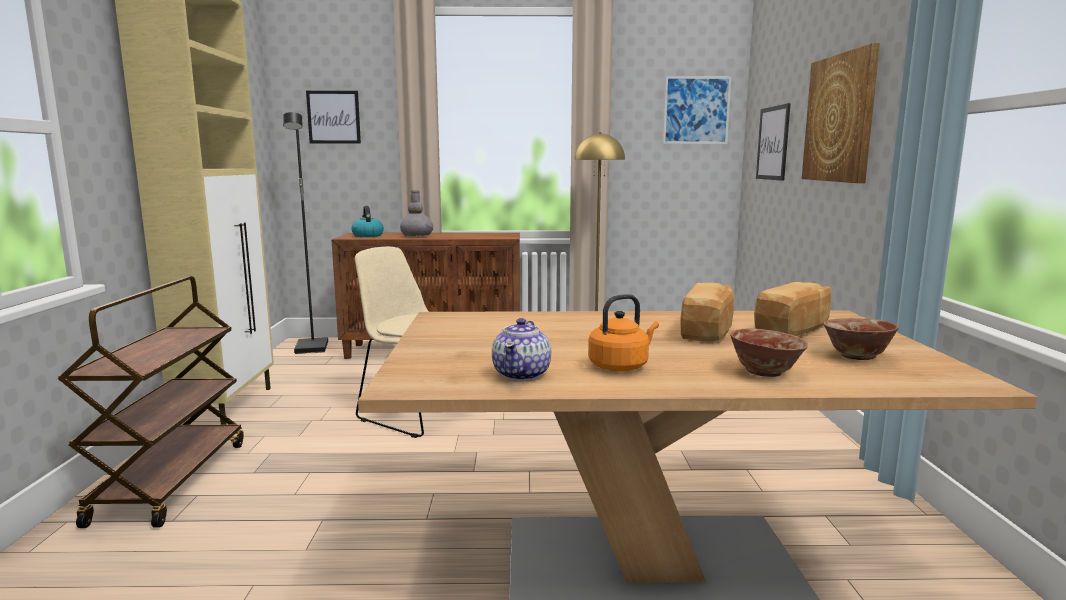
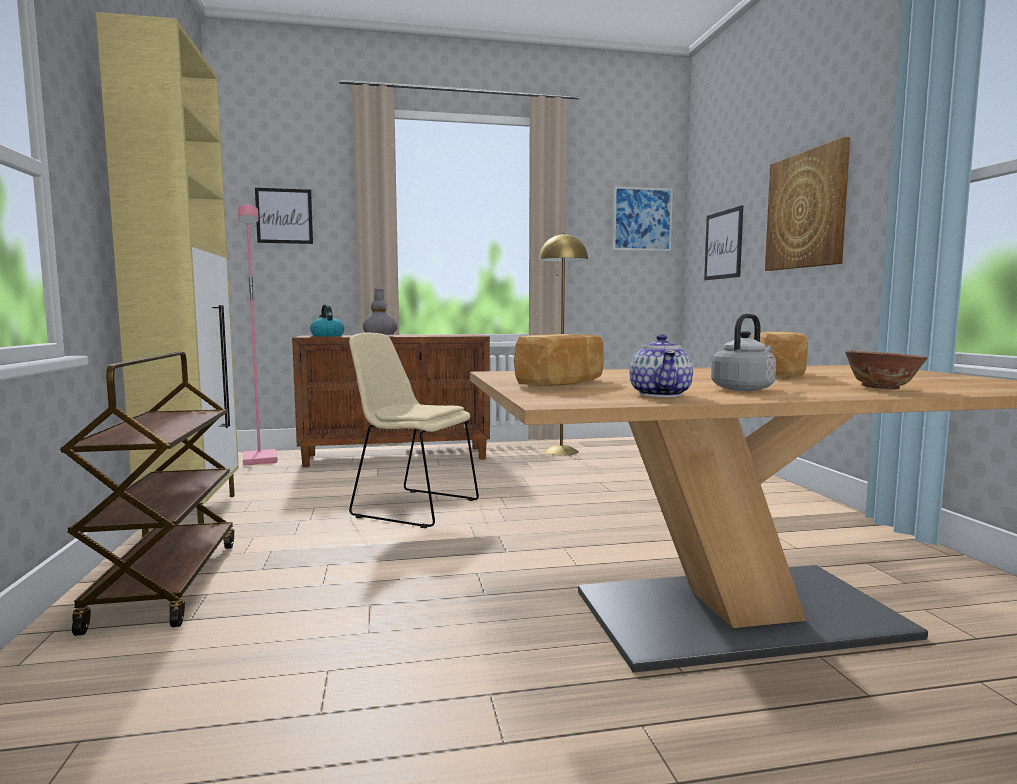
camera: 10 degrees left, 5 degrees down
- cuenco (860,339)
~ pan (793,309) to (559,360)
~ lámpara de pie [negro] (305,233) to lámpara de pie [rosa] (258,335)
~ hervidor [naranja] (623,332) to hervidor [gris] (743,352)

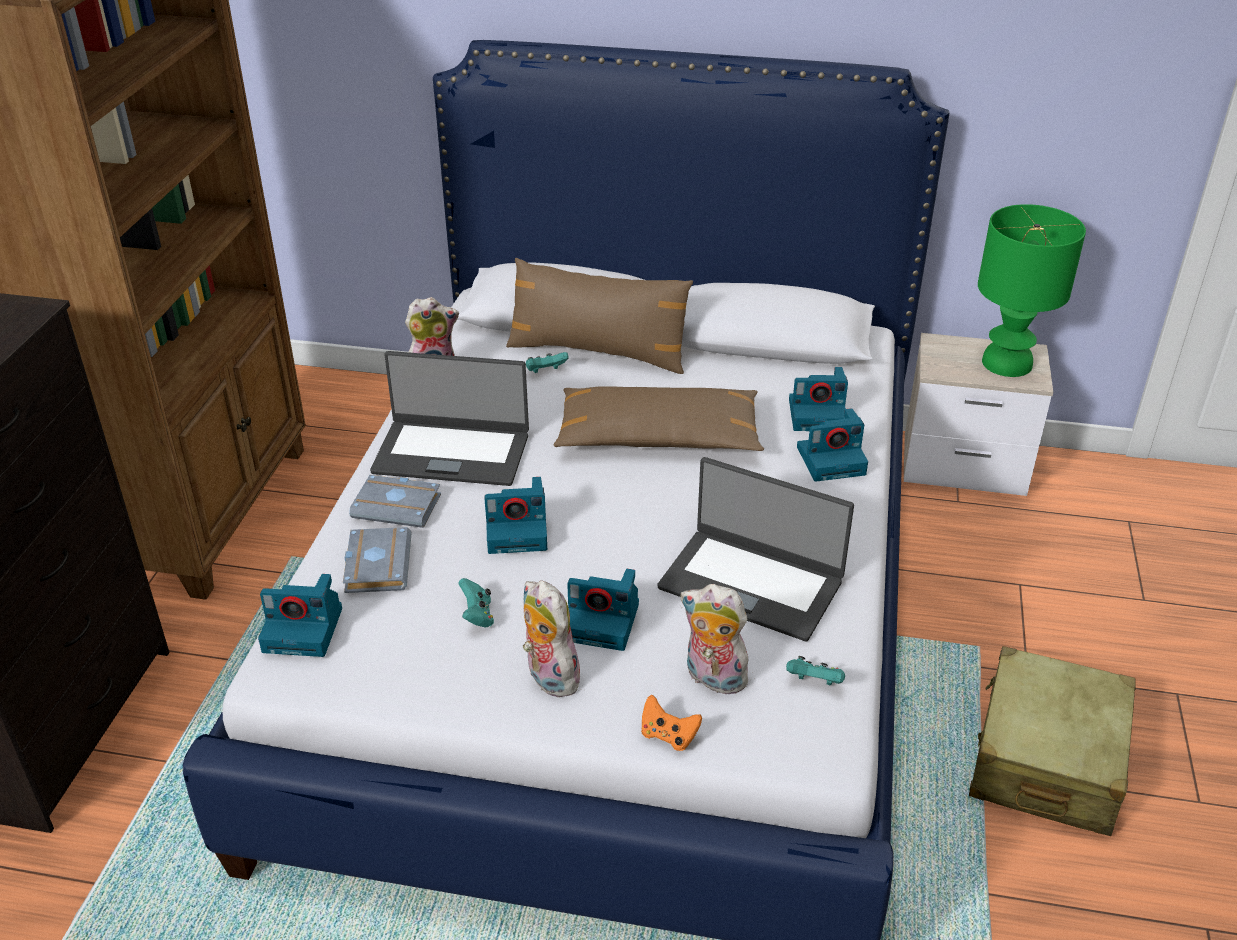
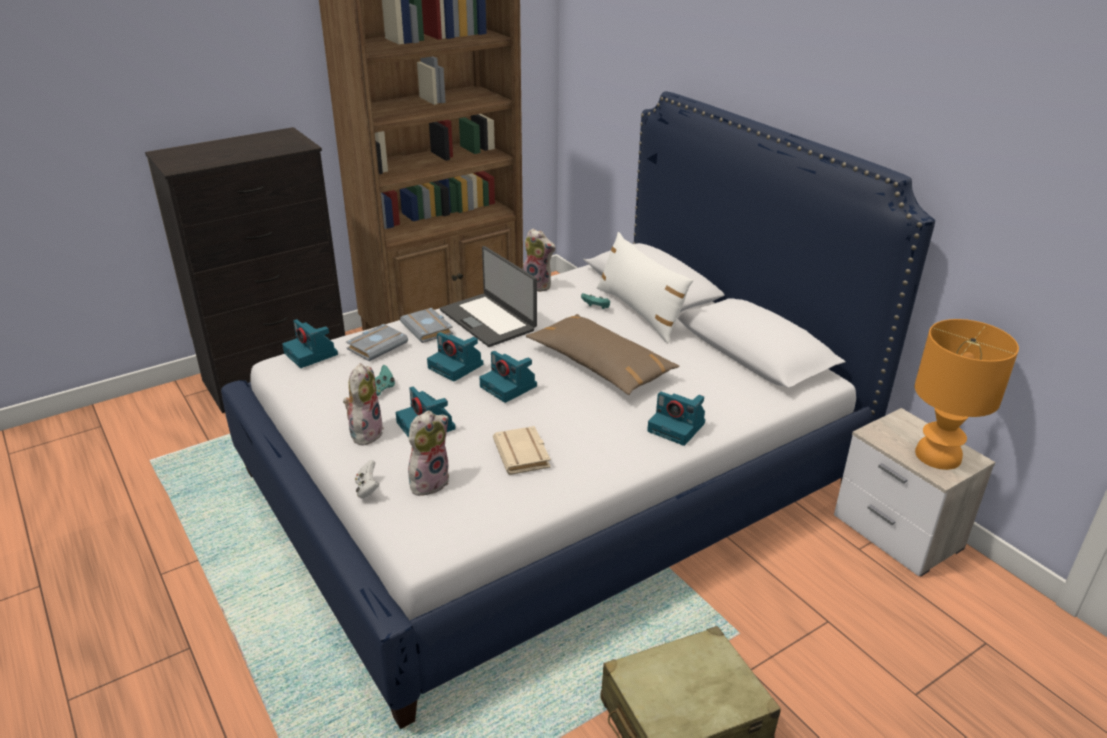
camera: 45 degrees right, 5 degrees down
- mando de consola [turquesa] (815,671)
~ cámara (818,399) to (508,377)
~ portátil (756,549) to libro [beis] (522,450)
~ cojín [marrón] (599,316) to cojín [blanco] (644,288)
~ mando de consola [naranja] (671,723) to mando de consola [blanco] (367,479)
~ lámpara de mesa [verde] (1032,290) to lámpara de mesa [naranja] (967,394)
~ peluche (716,639) = (428,454) 60 degrees clockwise

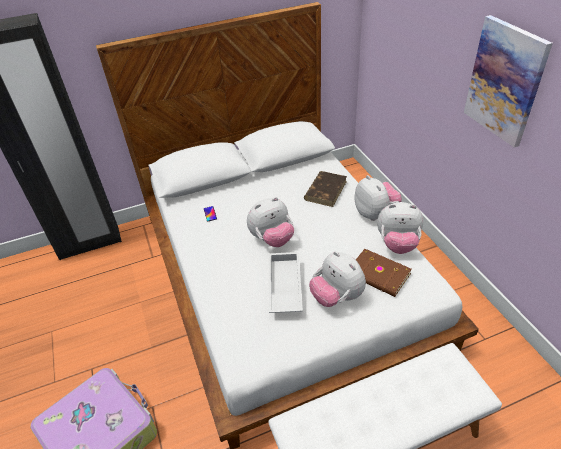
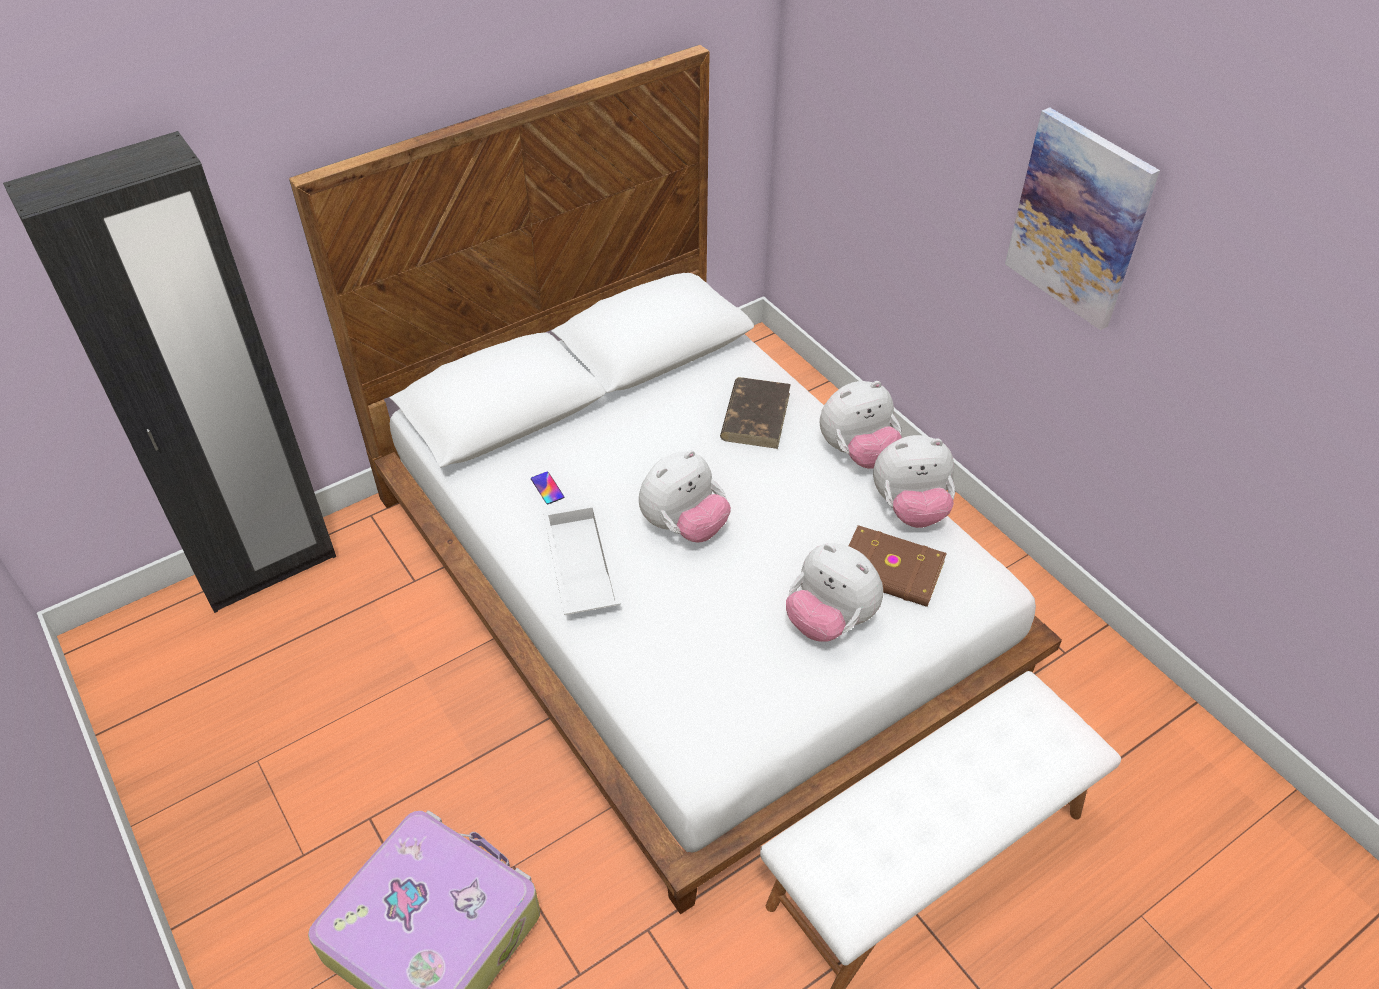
camera: 15 degrees left, 5 degrees up
~ bandeja [blanco] (286,282) to (582,559)
~ peluche (378,198) = (860,425) 105 degrees clockwise

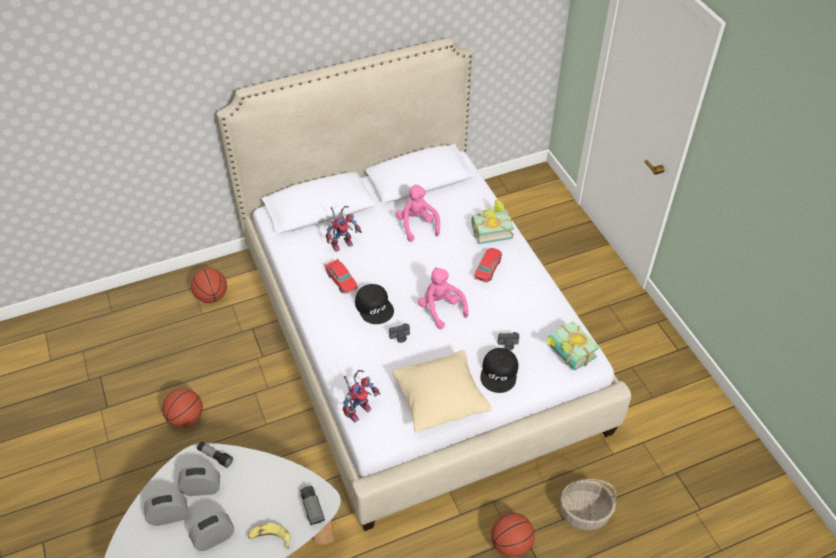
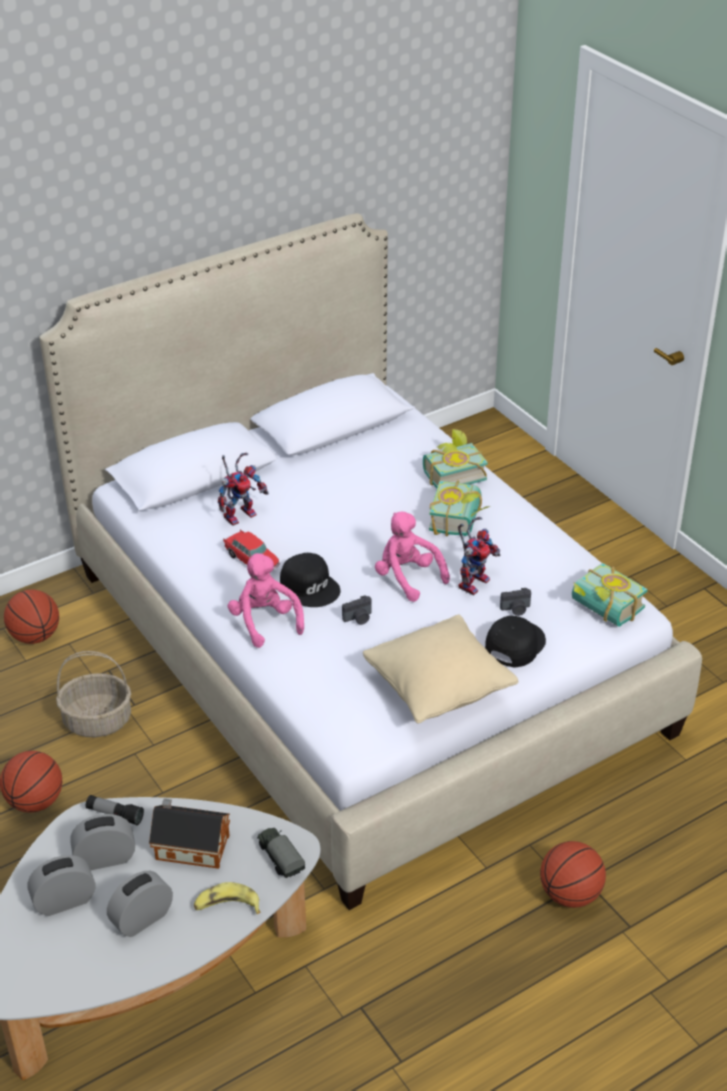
camera: 10 degrees left, 10 degrees down
+ casita (189,834)
~ robot de juguete (361,396) to (479,556)
~ peluche [rosa] (418,213) to (265,600)
~ cesta (588,504) to (93,694)
~ coche de juguete (488,265) to libro (459,509)
~ gorra [negro] (499,370) = (515,641) 150 degrees counterclockwise

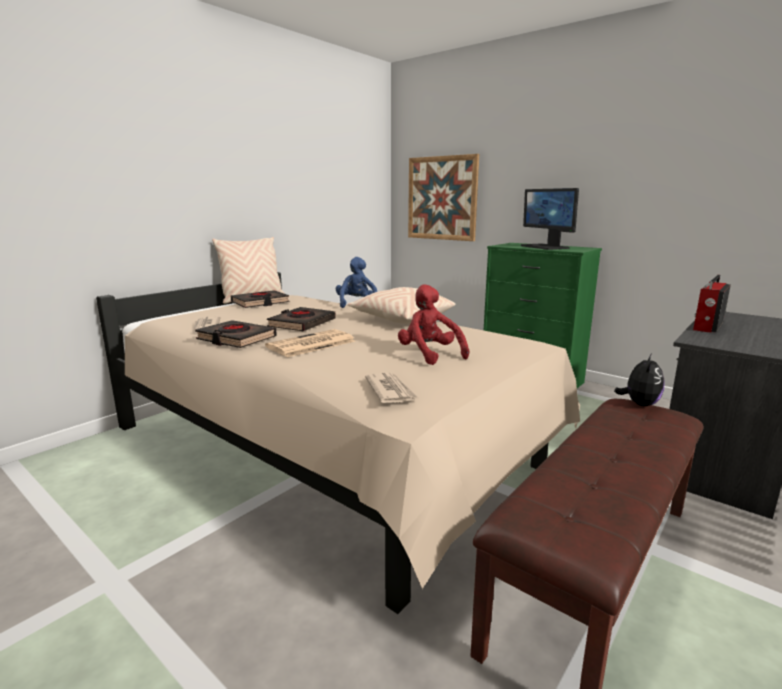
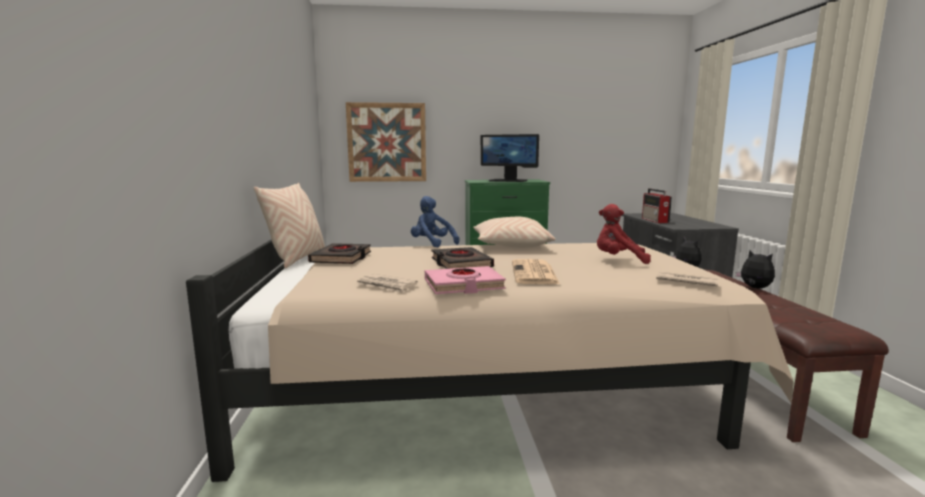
camera: 45 degrees left, 5 degrees down
+ peluche (755,269)
~ libro [negro] (236,334) to libro [rosa] (465,280)

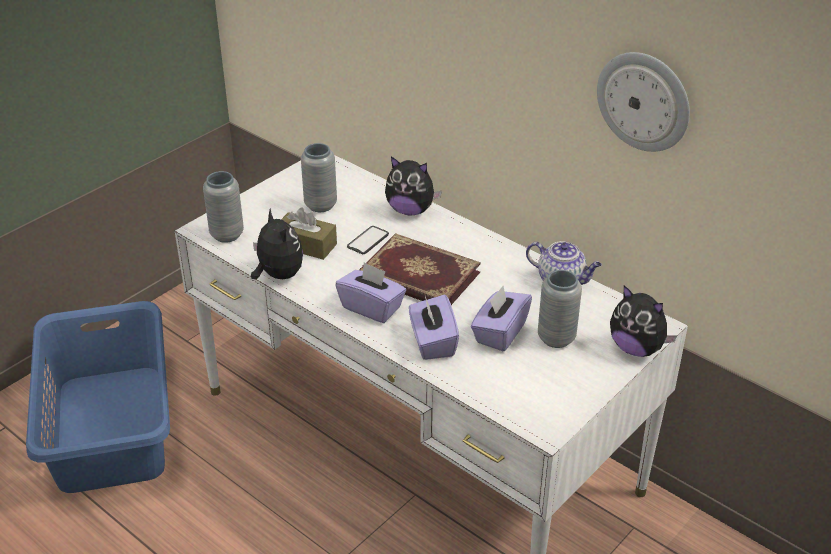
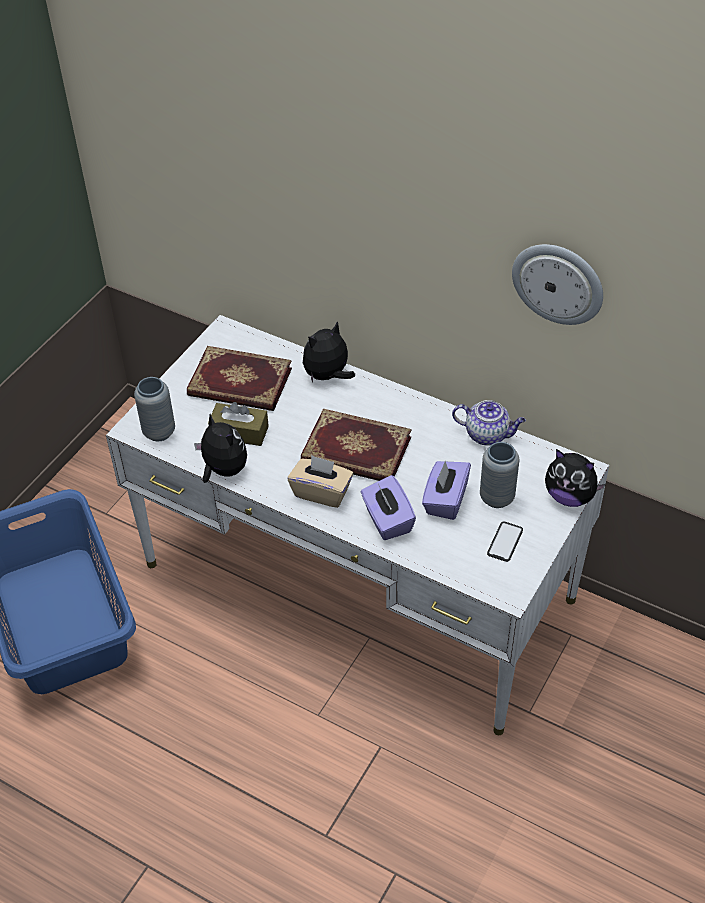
camera: 10 degrees left, 10 degrees up
~ móvil (368,240) to (505,541)
~ florero [gris] (319,177) to libro (239,378)
~ caja de pañuelos [morado] (370,292) to caja de pañuelos [beis] (320,481)
~ peluche (413,186) = (329,352) 135 degrees clockwise

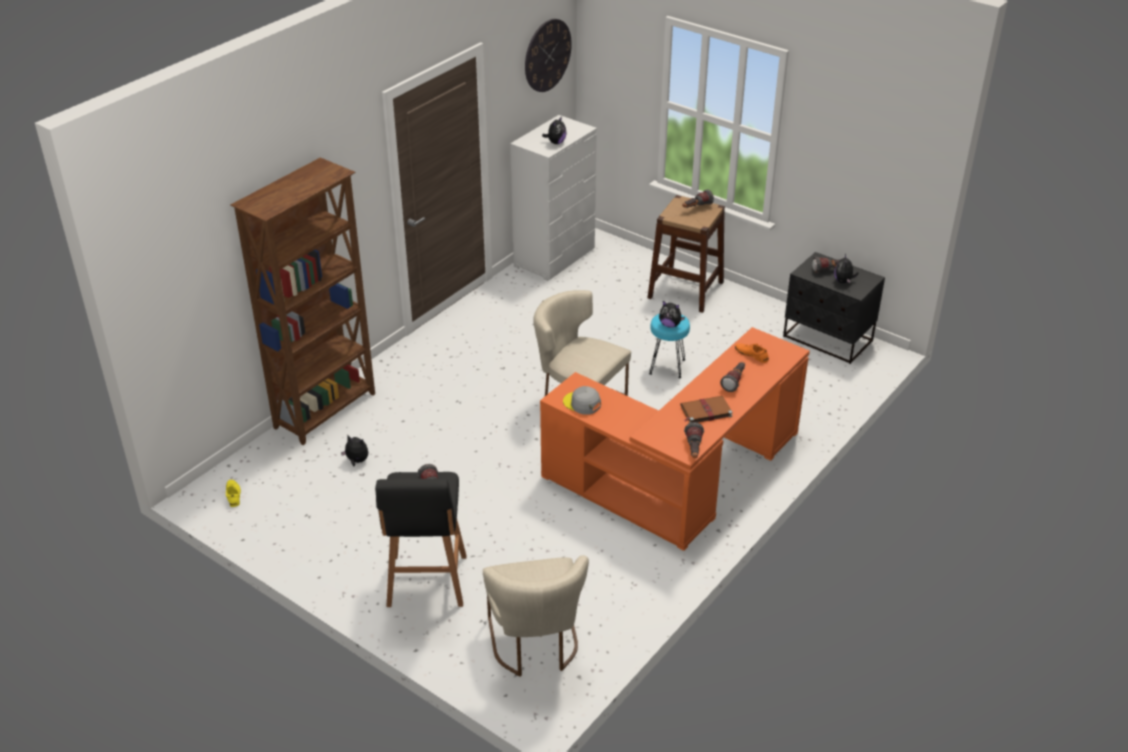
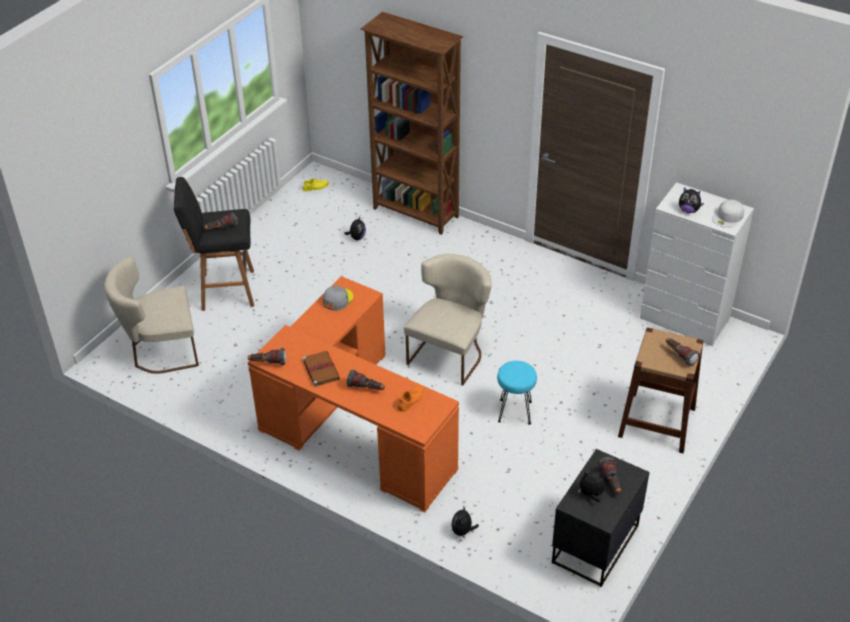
camera: 85 degrees right, 5 degrees up
- reloj de pared (548,55)
+ gorra [blanco] (728,214)
~ peluche (672,314) to (465,522)

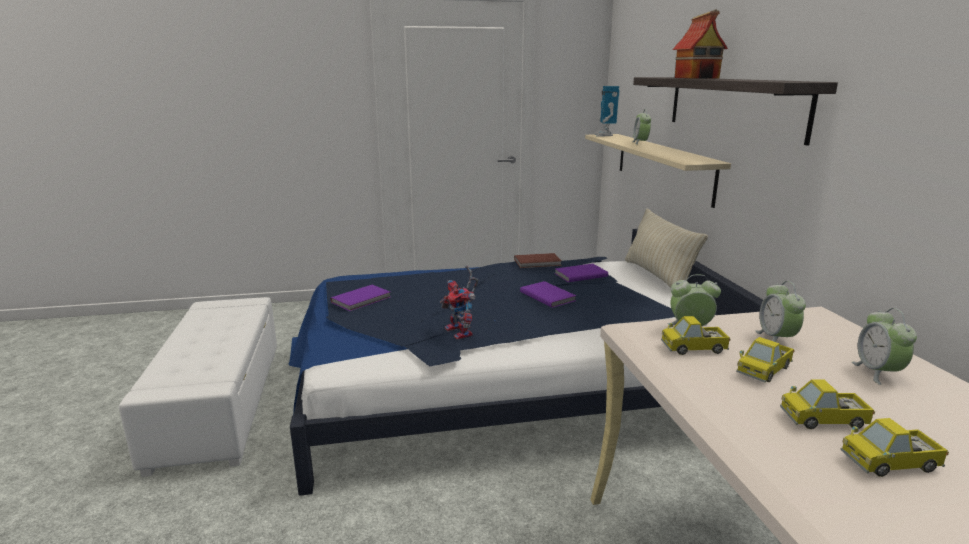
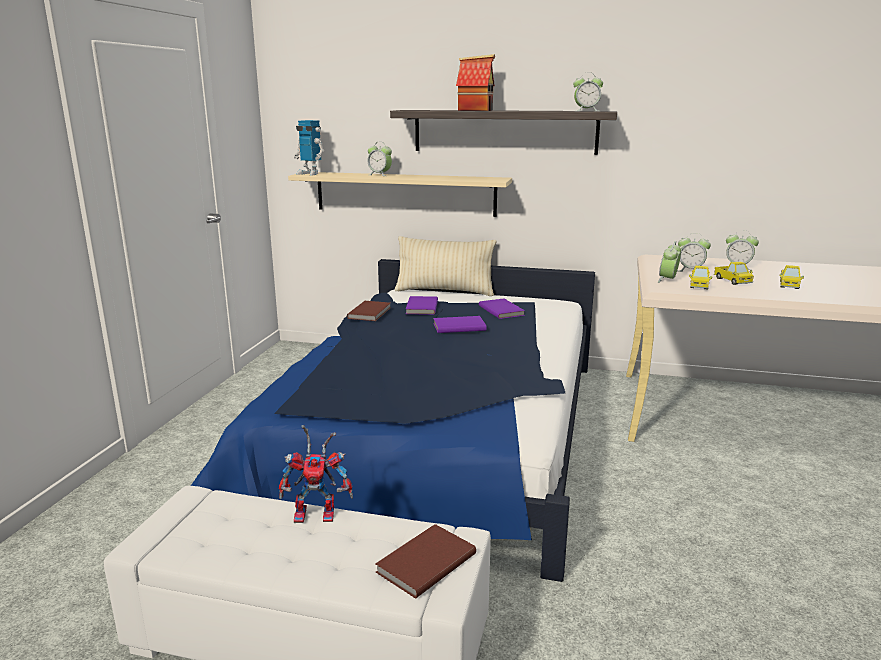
camera: 65 degrees left, 0 degrees up
- camión de juguete (894,447)
+ libro [marrón] (425,561)
+ despertador (588,92)
~ libro [morado] (360,298) to (502,309)
~ robot de juguete (459,302) to (316,474)

